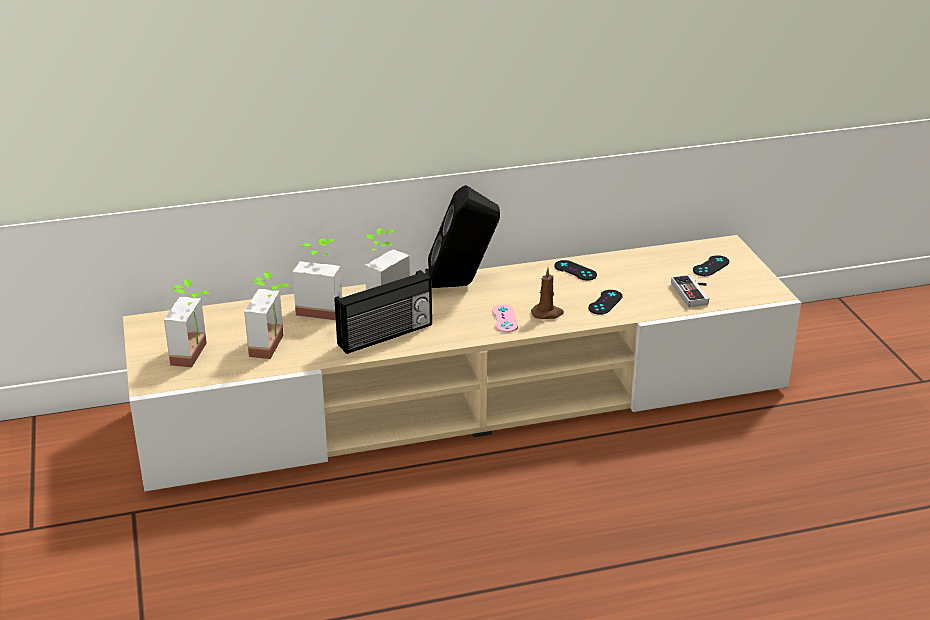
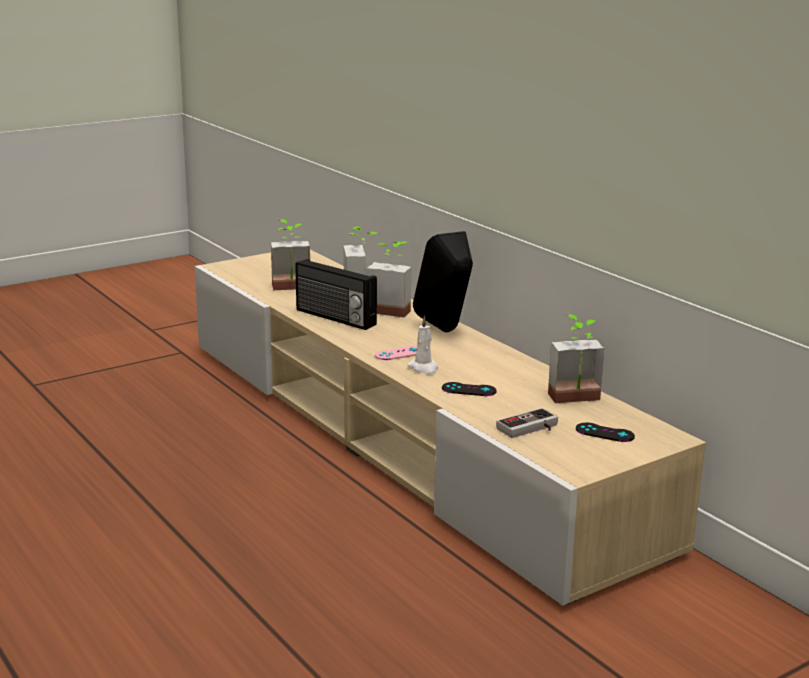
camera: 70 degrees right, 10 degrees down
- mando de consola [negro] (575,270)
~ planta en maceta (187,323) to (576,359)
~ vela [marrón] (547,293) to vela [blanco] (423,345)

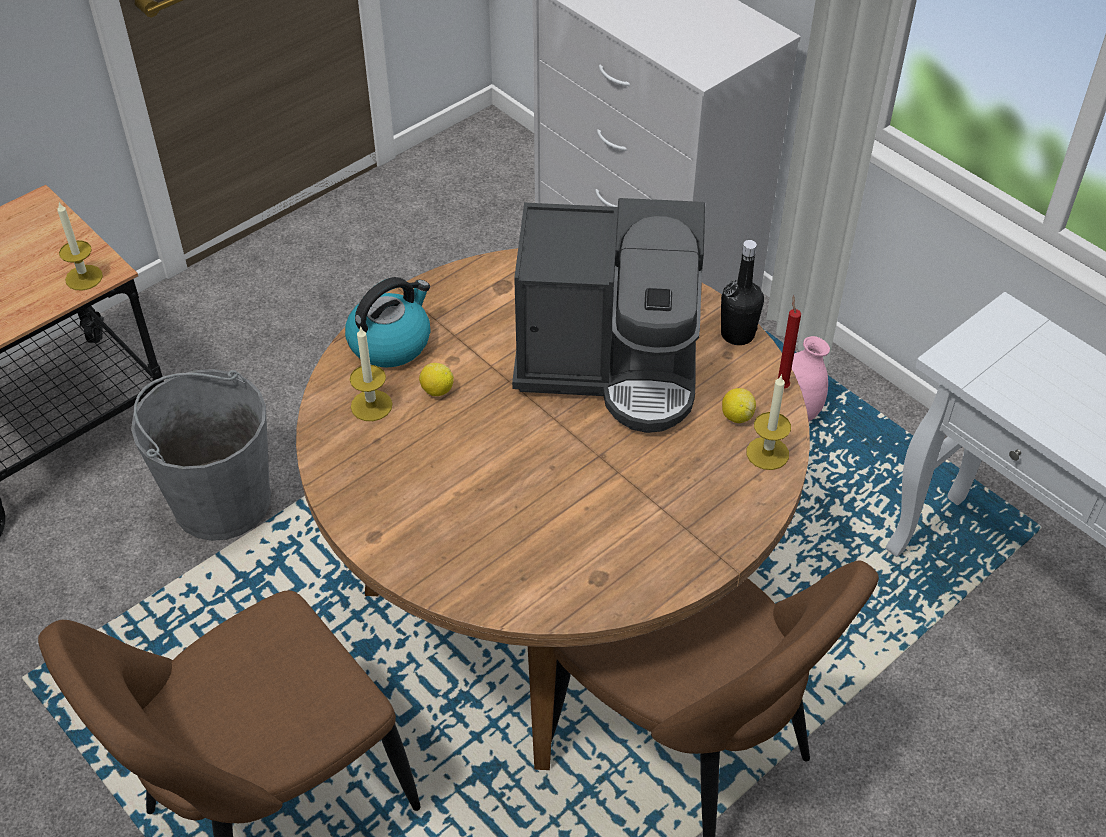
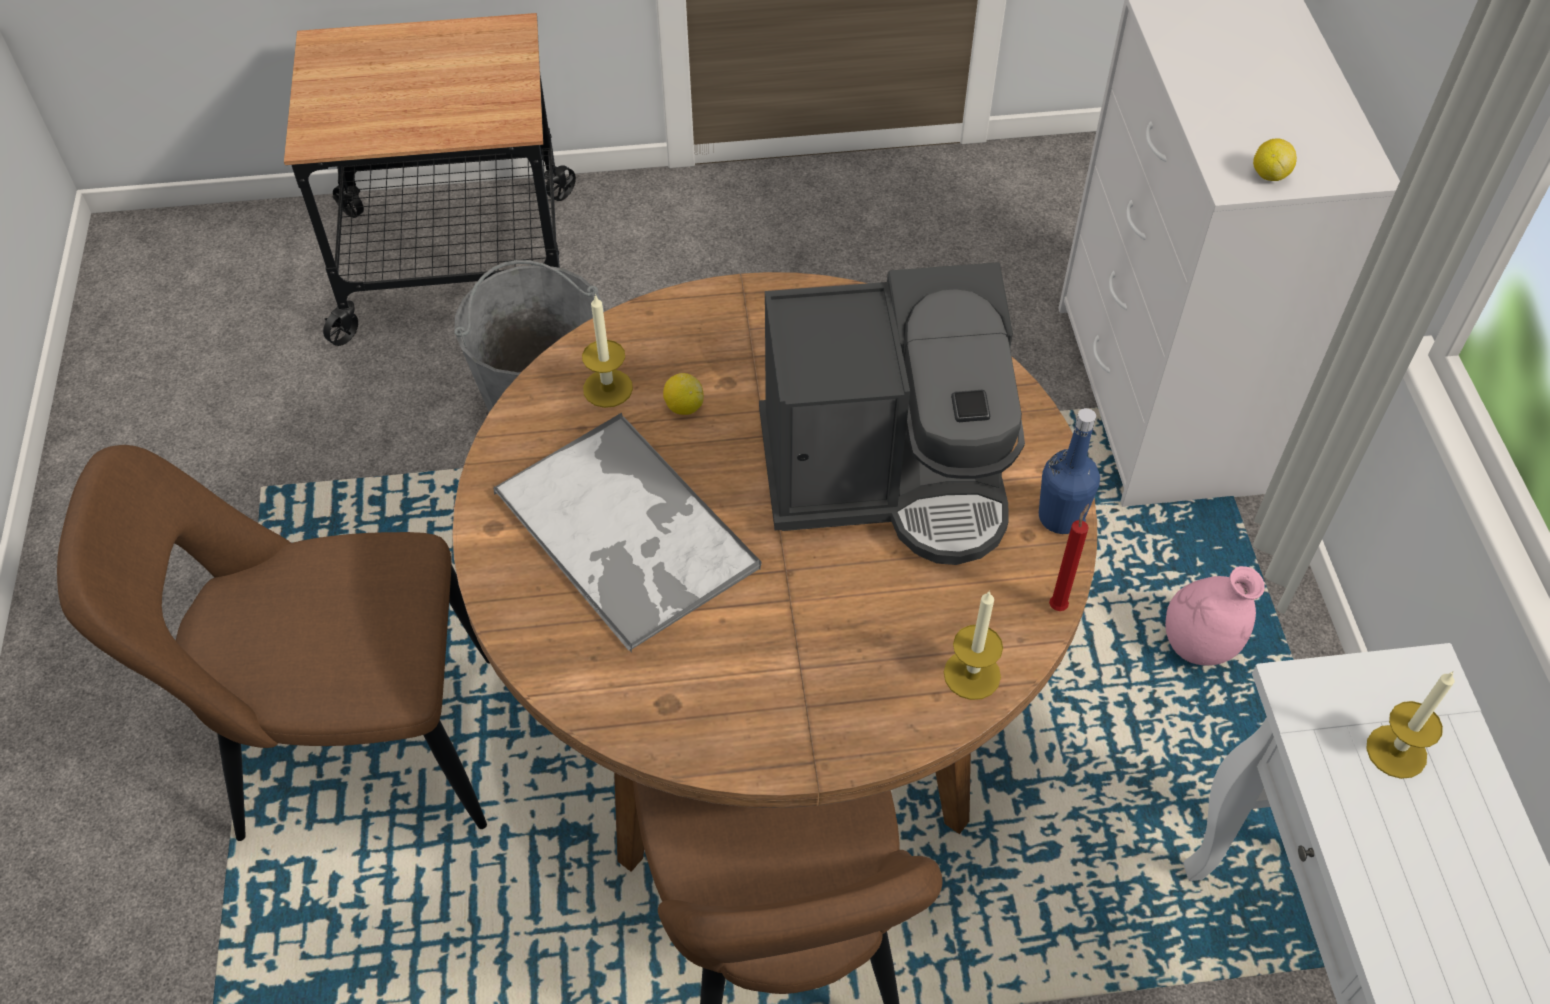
camera: 35 degrees right, 5 degrees up
- hervidor (387,322)
+ bandeja (627,533)
~ vela (80,247) to (1410,725)
~ limón (739,405) to (1275,159)
~ botella [negro] (742,292) to botella [azul] (1069,471)
~ cafetera (608,315) = (892,413) 45 degrees counterclockwise

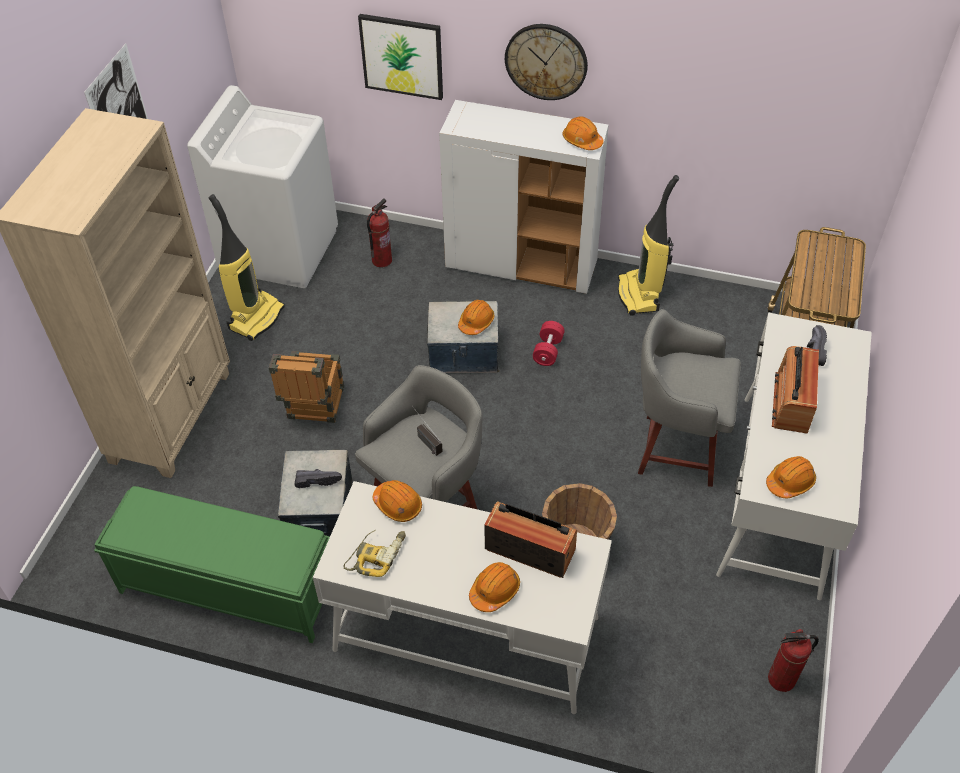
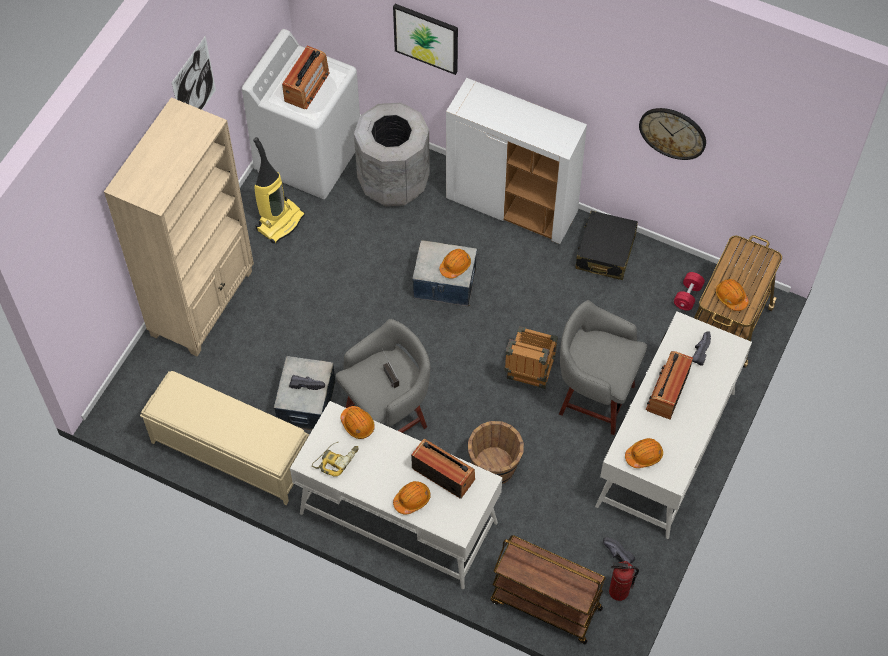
camera: 10 degrees right, 10 degrees up
+ radio (306,77)
+ carrito [marrón] (548,589)
+ zapato [negro] (619,551)
~ caja de embalaje (306,387) to (531,357)
~ reloj de pared (546,62) to (672,134)
~ mancuerna [rojo] (548,343) to (689,291)
~ casco [naranja] (583,133) to (732,295)
~ extintor (379,232) to papelera [gris] (392,155)
~ aspiradora (648,245) to maleta [negro] (606,245)
~ banco [verde] (212,564) to banco [beis] (224,438)

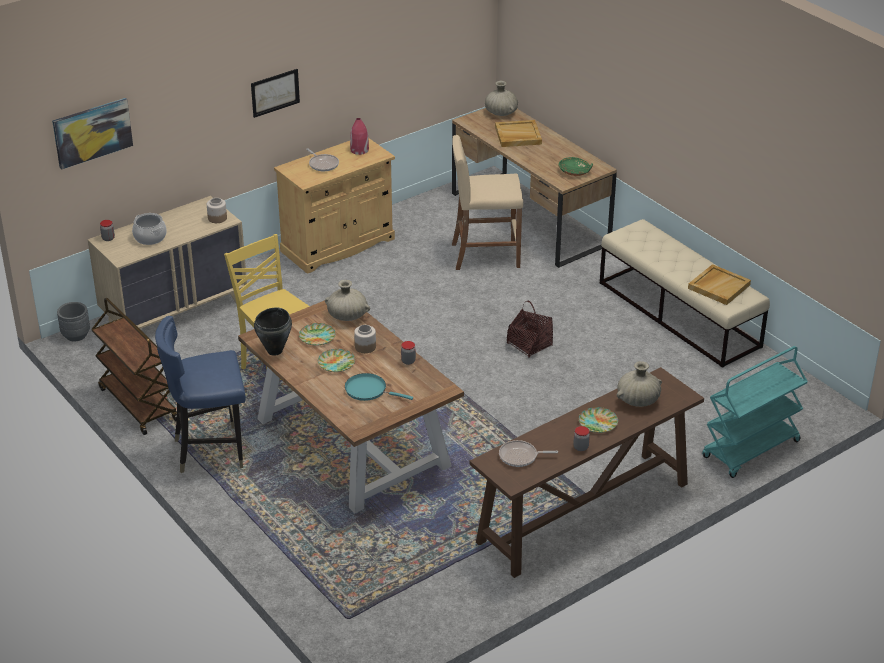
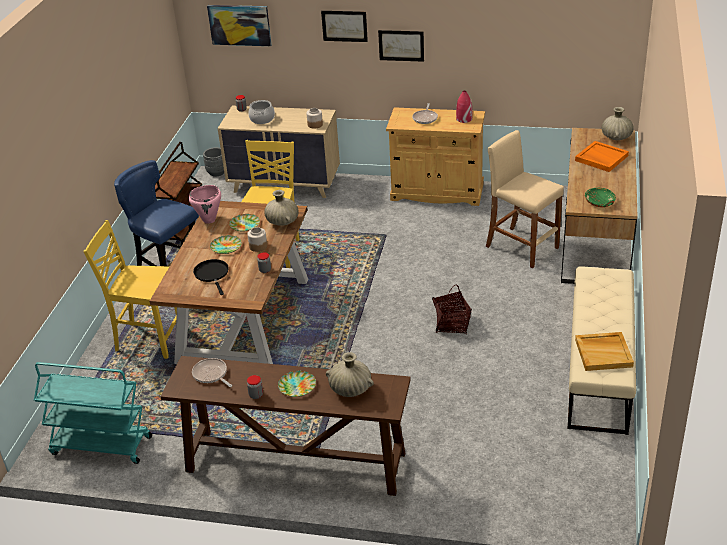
camera: 50 degrees right, 0 degrees up
+ silla [amarillo] (130,289)
+ cuadro (344,26)
~ carrito [turquesa] (755,412) to (93,413)
~ olla [negro] (273,331) to olla [rosa] (205,204)
~ sartén [turquesa] (379,387) to sartén [negro] (211,277)
~ bandeja [beis] (518,133) to bandeja [naranja] (602,156)

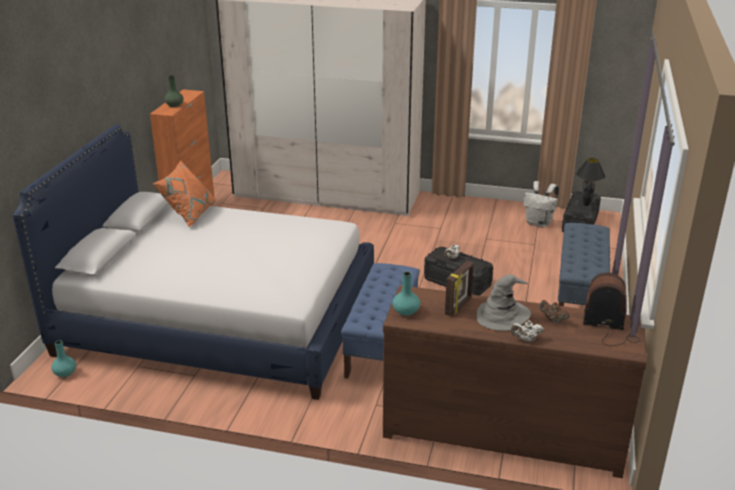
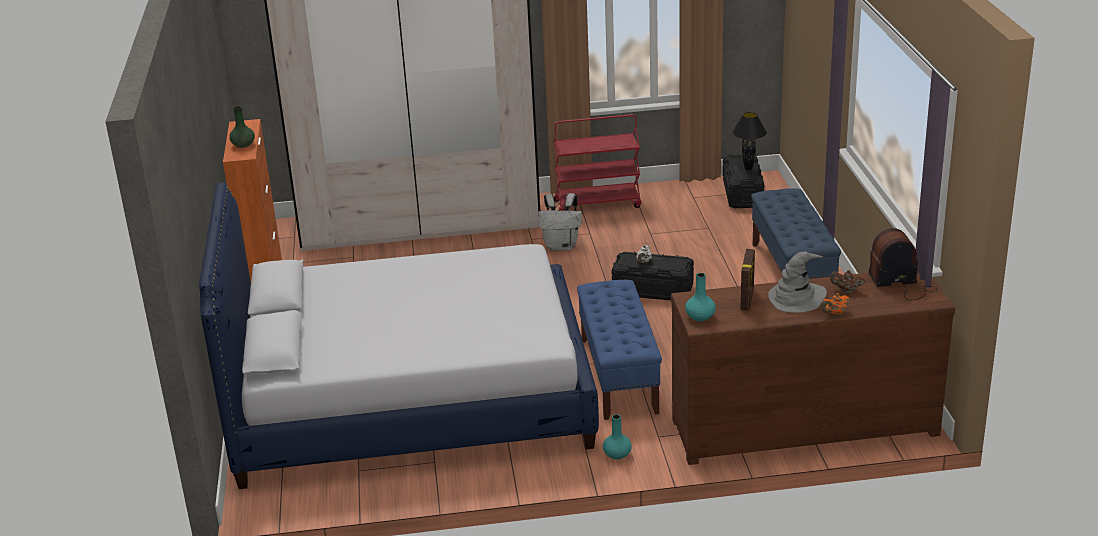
camera: 20 degrees left, 0 degrees up
- cojín [naranja] (184,194)
+ carrito [rojo] (597,162)
~ florero [turquesa] (63,358) to (617,437)
~ mochila [blanco] (541,204) to (560,222)
~ tetera [blanco] (527,331) to tetera [naranja] (835,304)

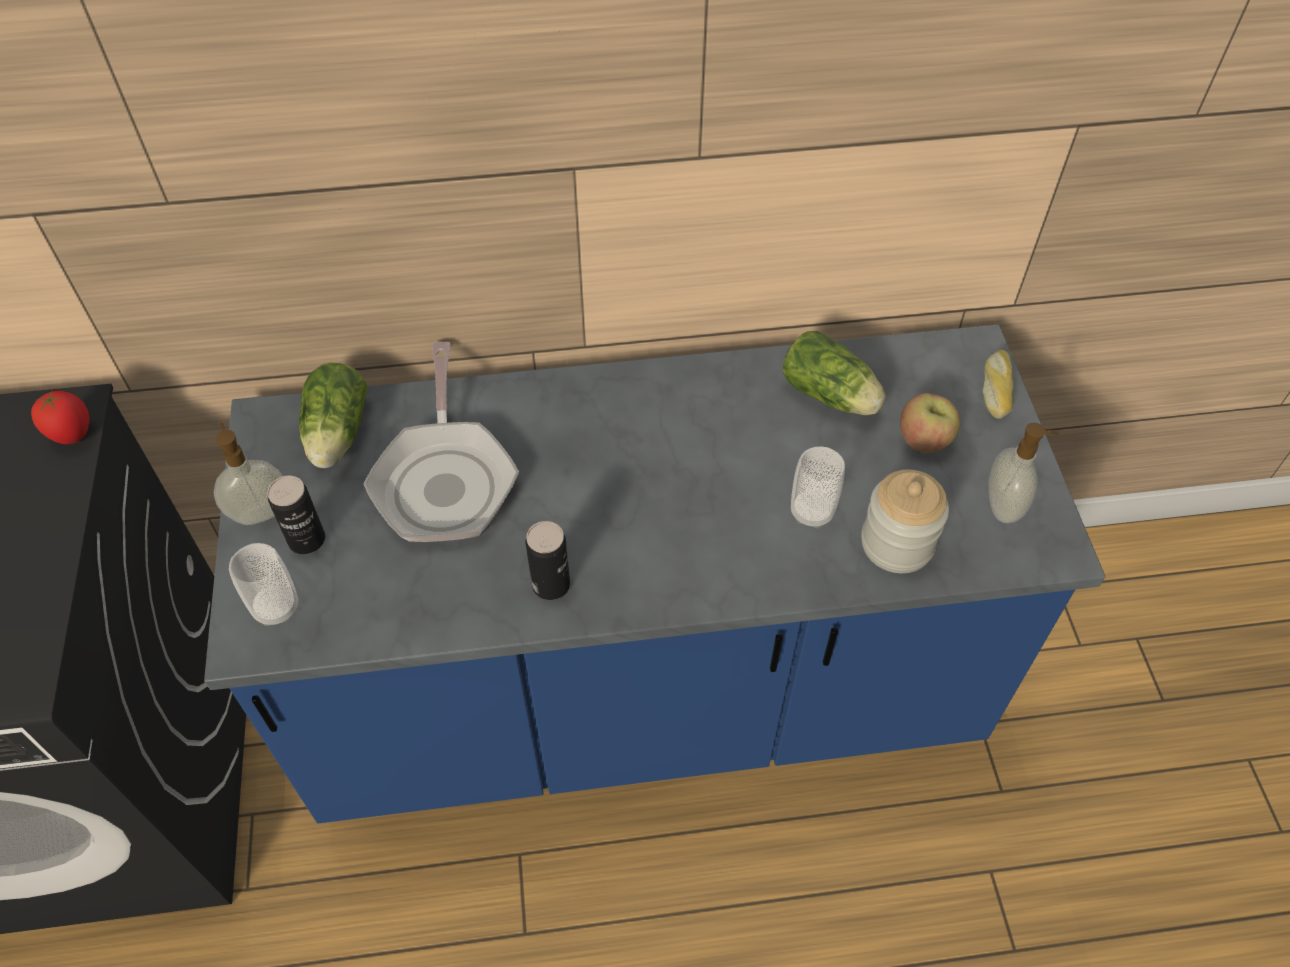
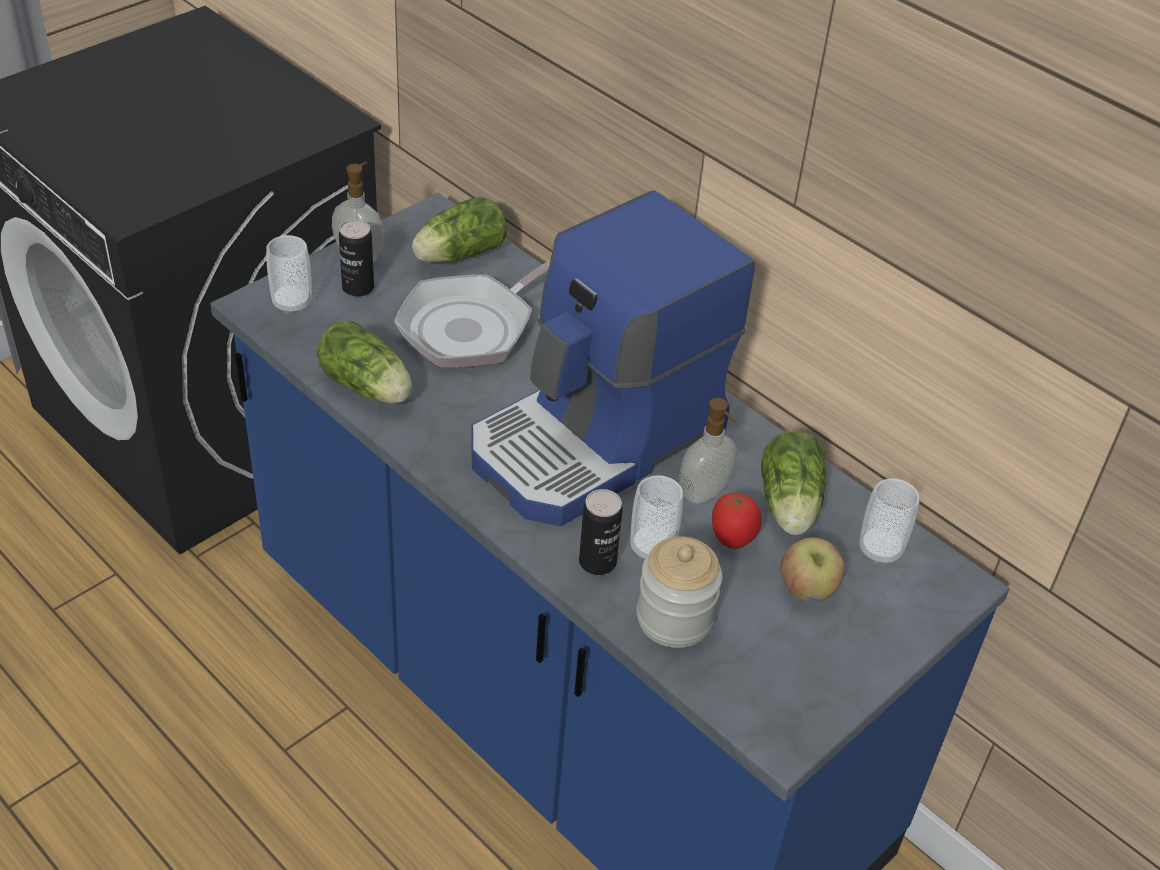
camera: 50 degrees right, 10 degrees down
- pan (998,384)
+ lechuga (364,362)
+ cafetera (613,358)
+ taza (889,521)
~ tomate (60,417) to (737,521)
~ lata (548,560) to (601,532)
~ dispensador de jabón (1023,472) to (708,451)

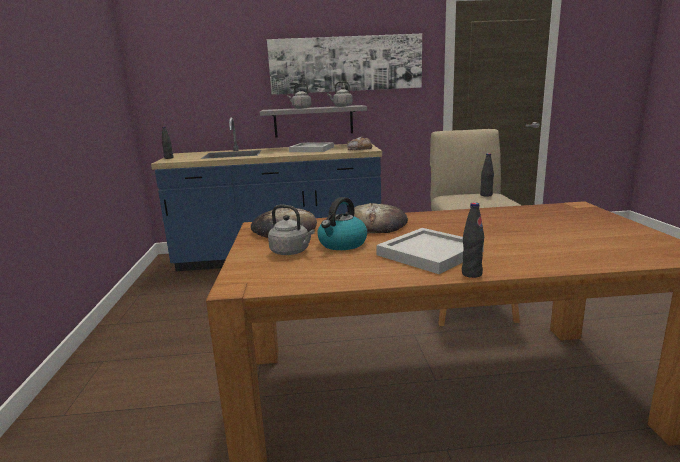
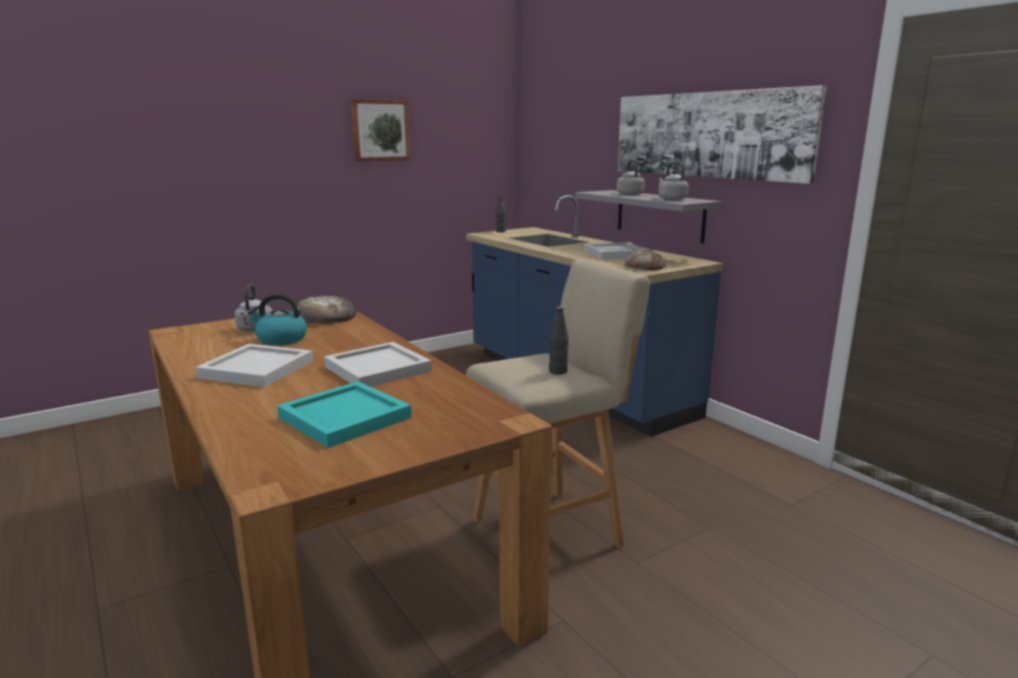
camera: 60 degrees right, 0 degrees up
- pan (376,218)
- botella [negro] (473,240)
+ bandeja [turquesa] (344,414)
+ bandeja [blanco] (378,364)
+ cuadro (380,130)

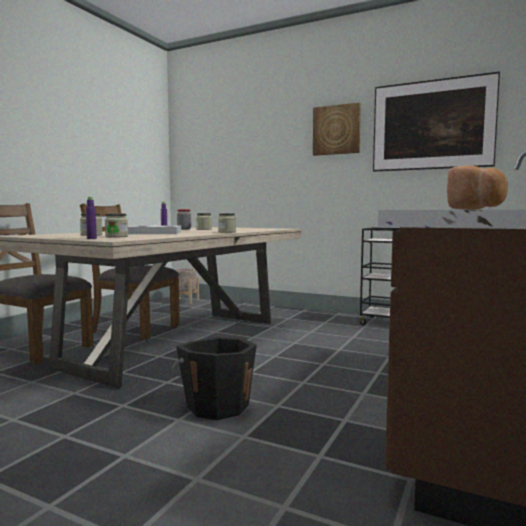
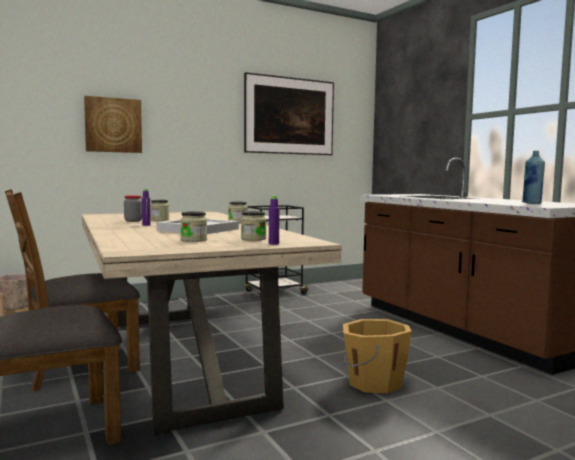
camera: 55 degrees left, 0 degrees up
~ cuadro (337,129) to (113,124)
~ pan (477,187) to botella [azul] (533,177)
~ cubo [negro] (214,378) to cubo [naranja] (377,356)

